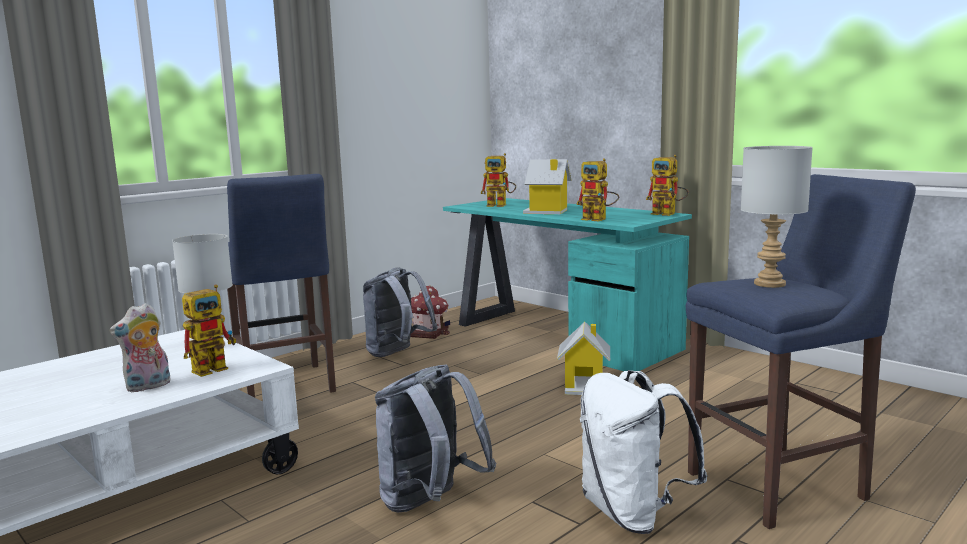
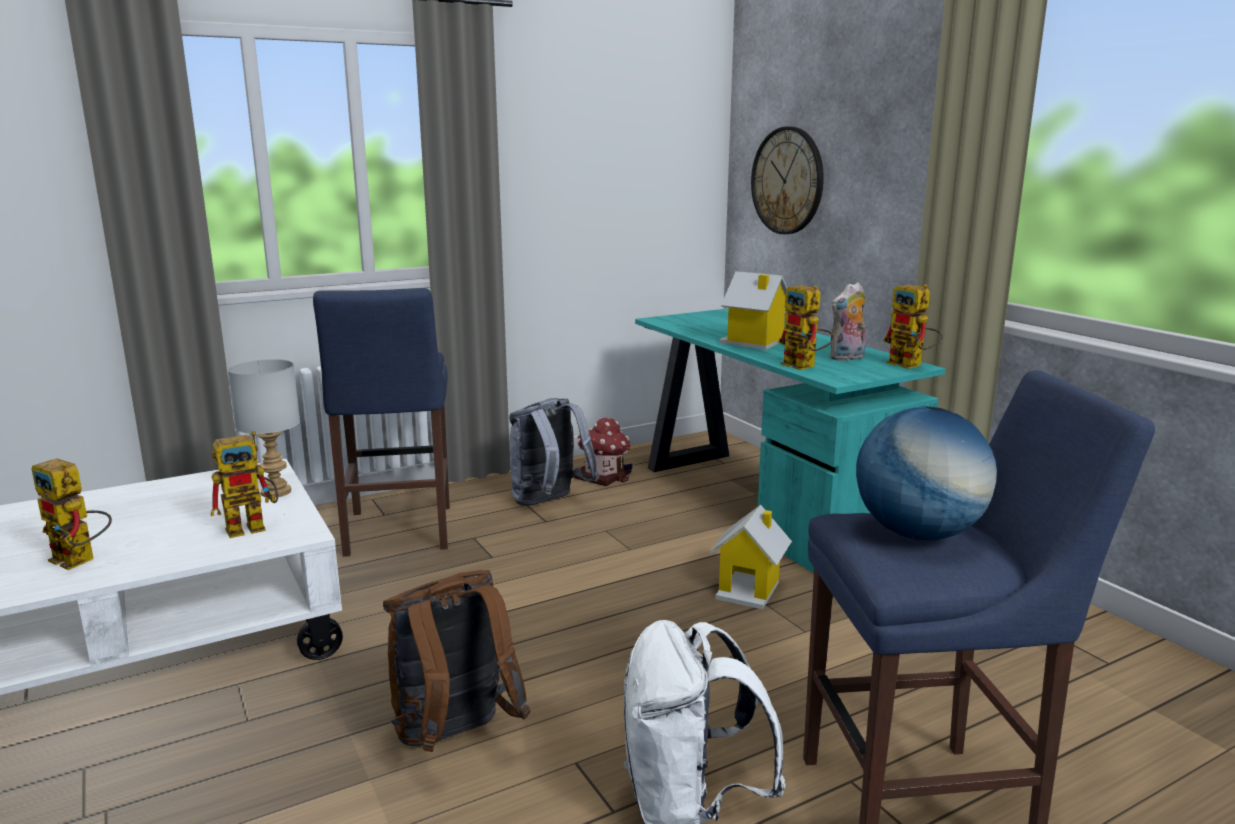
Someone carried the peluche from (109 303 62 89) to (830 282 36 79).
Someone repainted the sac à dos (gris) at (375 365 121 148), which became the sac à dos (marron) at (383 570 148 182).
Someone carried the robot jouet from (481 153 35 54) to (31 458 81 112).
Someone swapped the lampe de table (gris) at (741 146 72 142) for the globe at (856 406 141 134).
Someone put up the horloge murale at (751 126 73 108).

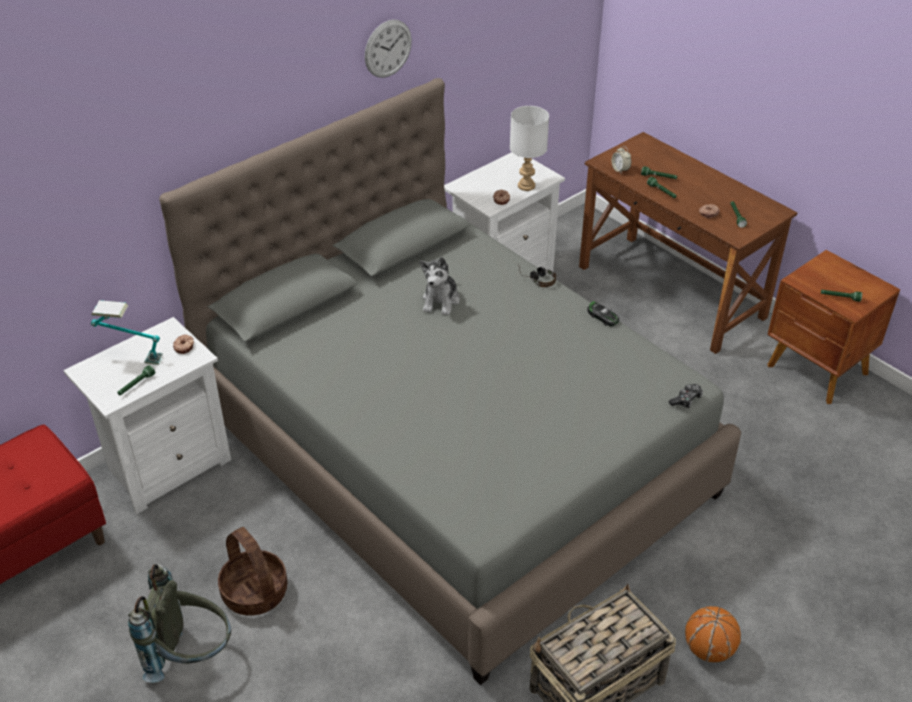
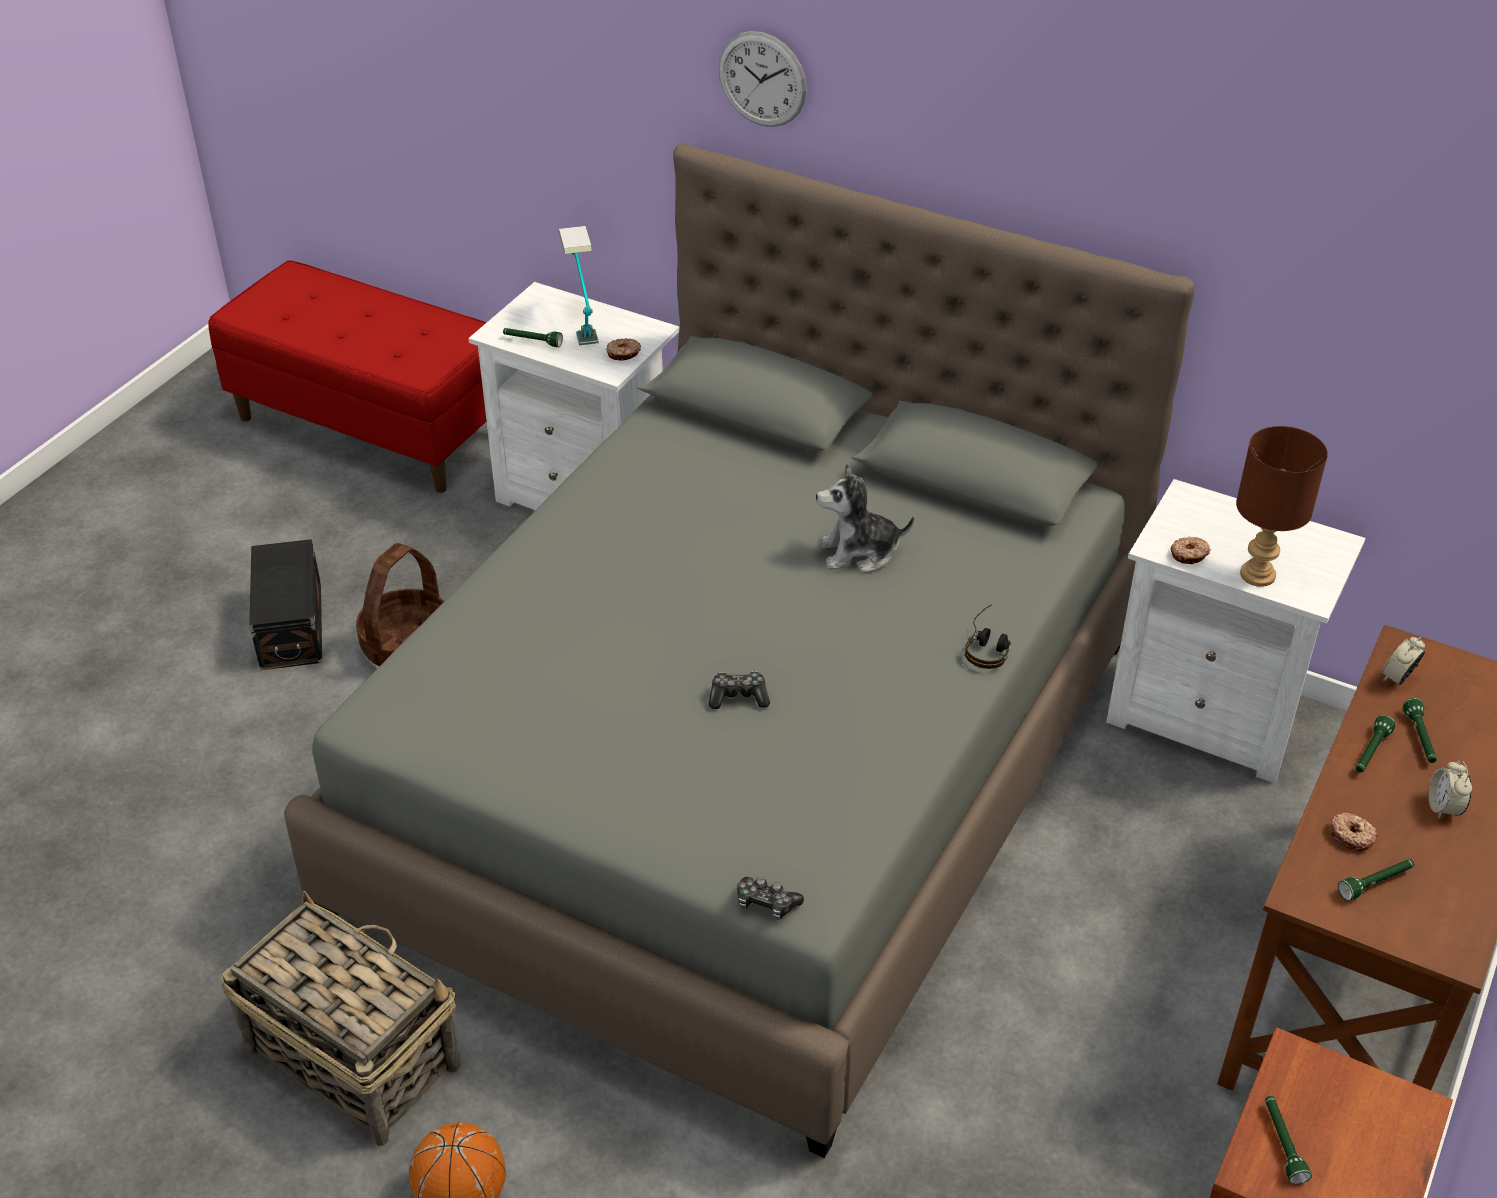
Someone swapped the sac à dos (gris) at (128 564 103 119) for the boîte de rangement (noir) at (249 539 73 131).
Someone carried the horloge murale from (365 19 47 59) to (718 31 89 96).
Someone repainted the lampe de table (blanc) at (510 106 39 85), which became the lampe de table (marron) at (1236 426 92 161).
Someone took away the petite voiture at (587 301 32 25).
Someone put down the manette at (709 671 61 38).
Someone put down the réveil at (1428 760 44 59).

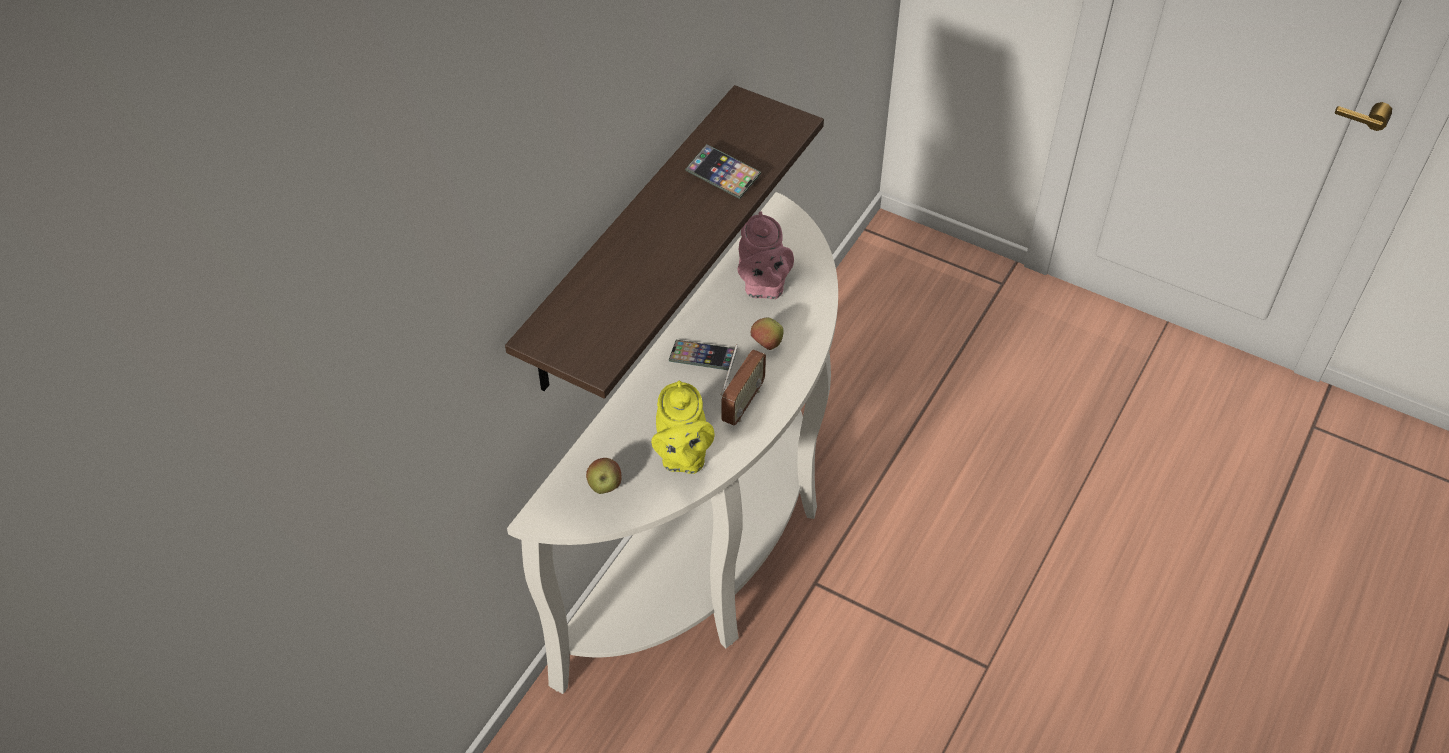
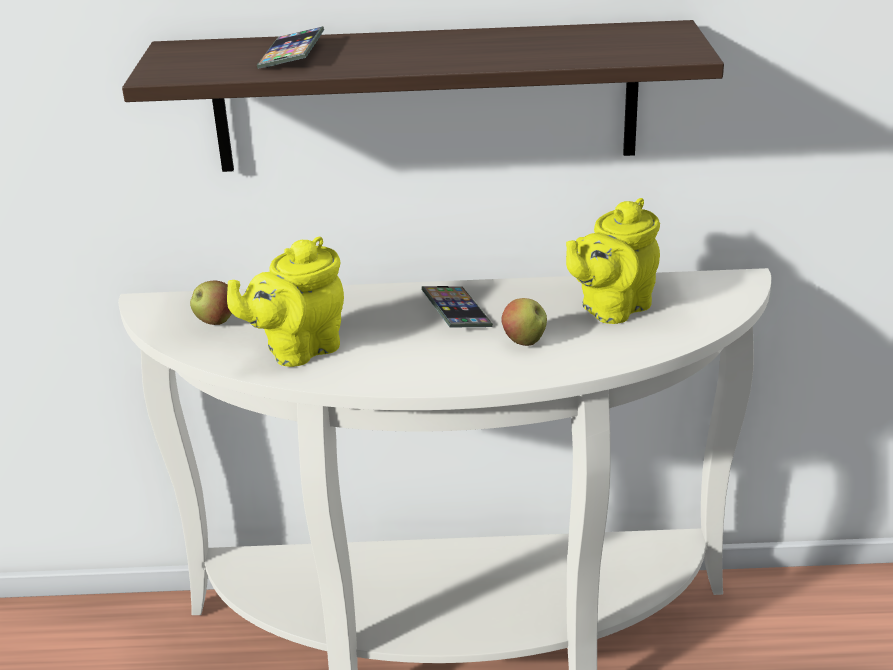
Someone carried the téléphone from (685 144 76 55) to (257 26 67 43).
Someone took away the radio at (720 344 46 82).
Someone repainted the théière (rose) at (738 212 56 87), which became the théière (jaune) at (566 198 94 126).

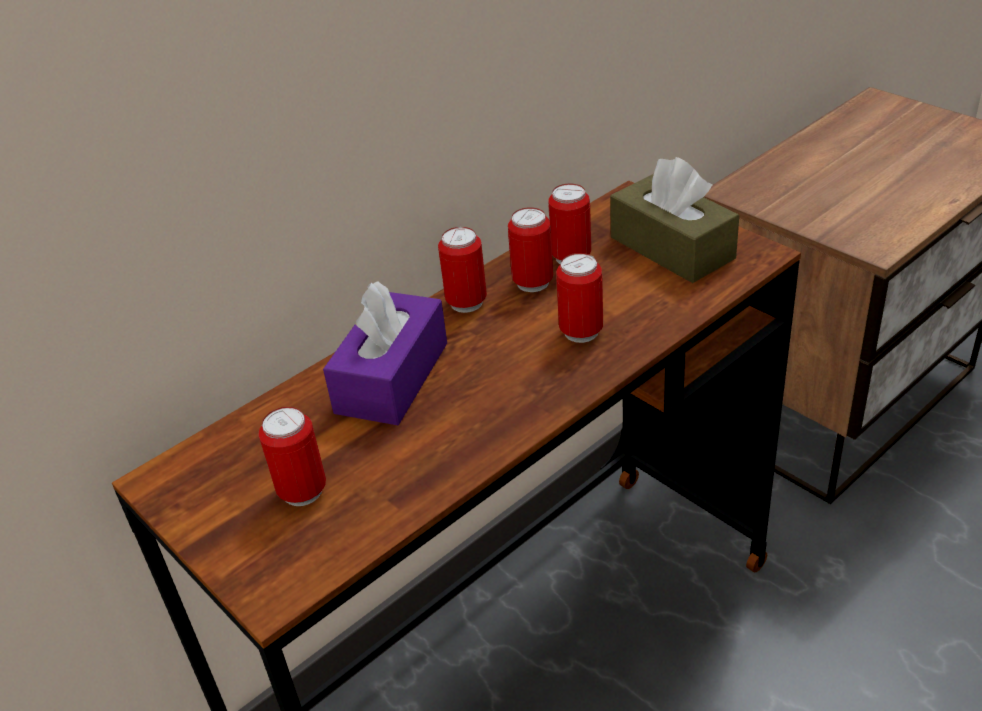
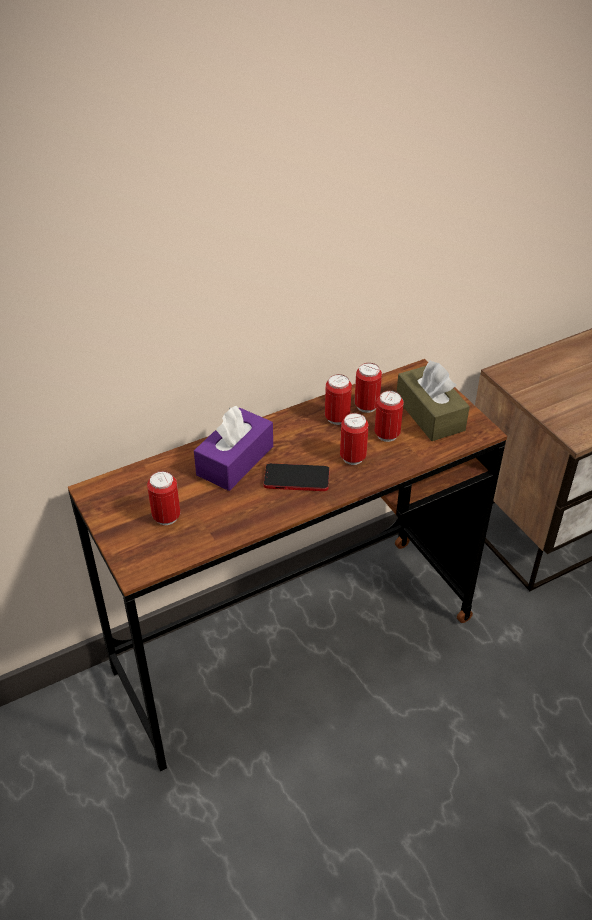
Someone carried the boîte métallique from (438 227 49 86) to (375 391 29 51).
Someone put down the téléphone at (264 463 66 28).

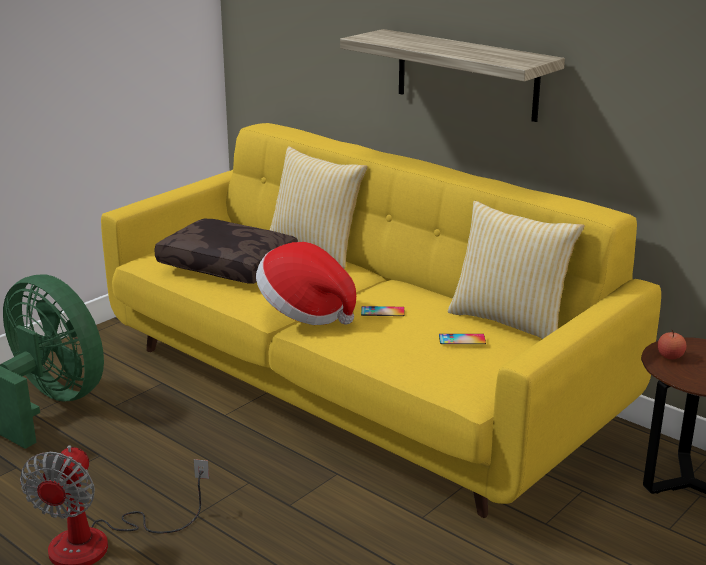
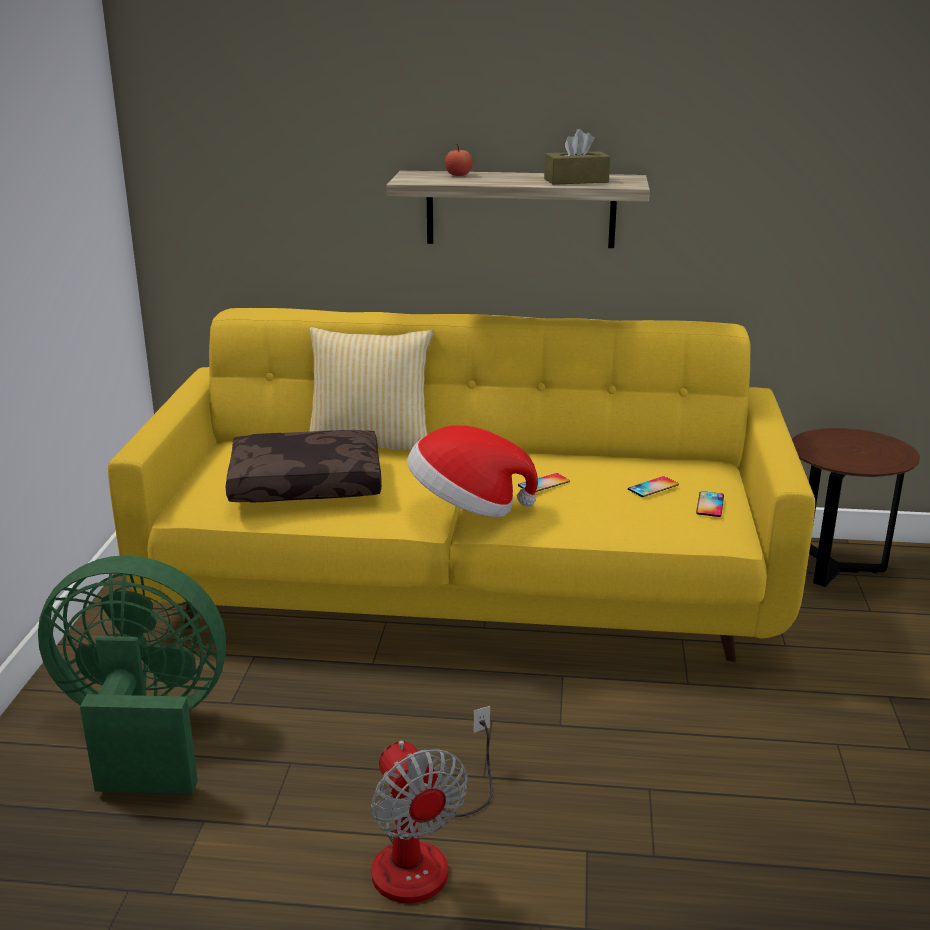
Someone took away the coussin at (448 201 137 138).
Someone carried the pomme from (657 330 29 29) to (445 144 28 32).
Someone put down the boîte à mouchoirs (marron) at (544 129 66 56).
Someone put down the téléphone at (696 491 28 26).

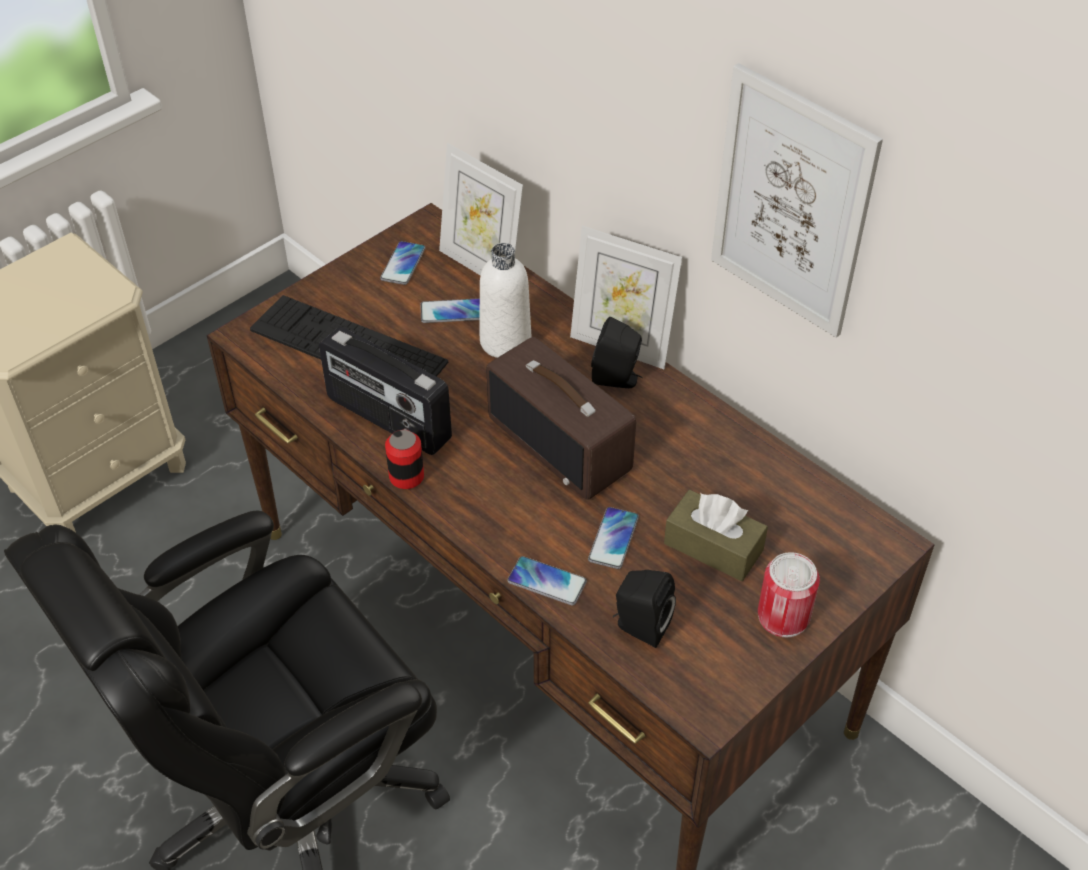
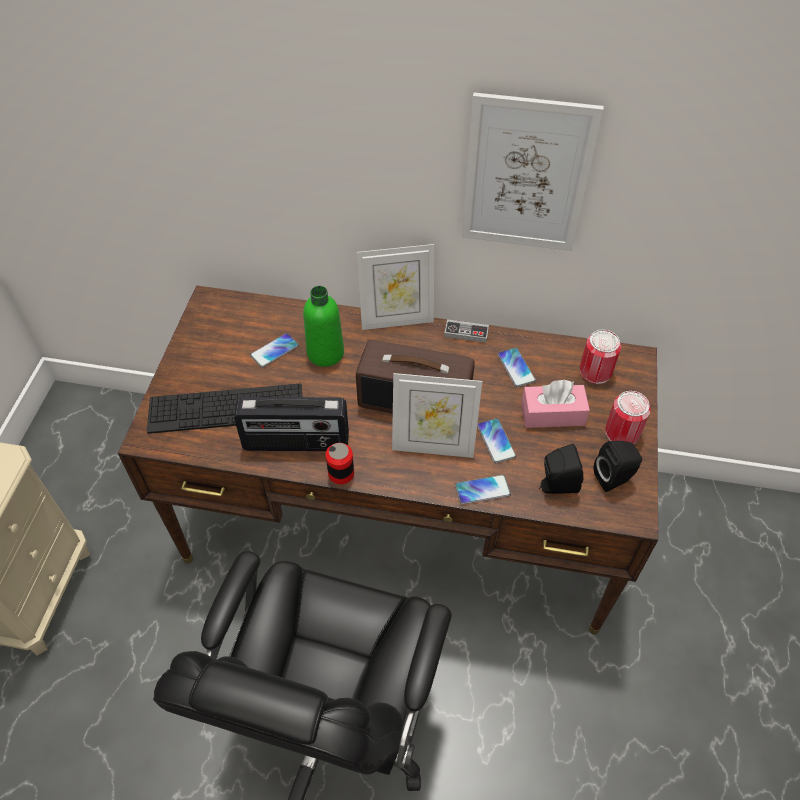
Someone carried the téléphone from (380 241 46 44) to (497 348 39 39).
Someone carried the cadre photo from (439 143 84 133) to (392 373 90 85).
Someone repainted the bouteille (blanc) at (480 243 51 115), which became the bouteille (vert) at (303 286 41 81).
Someone carried the enceinte (noir) from (591 317 52 71) to (594 441 48 51).
Someone repainted the boîte à mouchoirs (marron) at (664 490 104 91), which became the boîte à mouchoirs (rose) at (521 380 69 48).
Someone put down the manette at (444 319 45 24).
Someone put down the boîte métallique at (580 330 41 54).

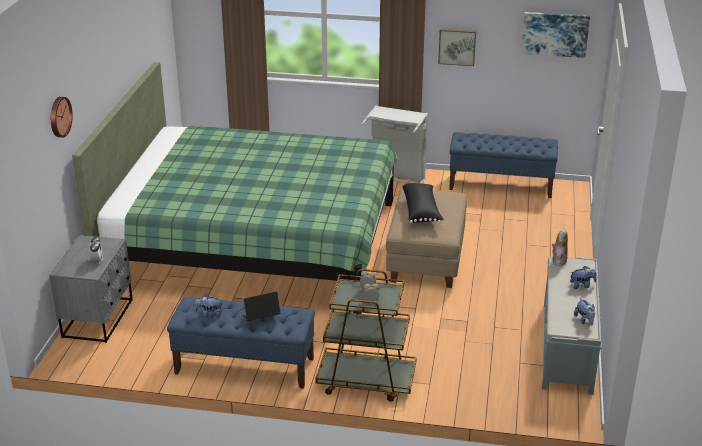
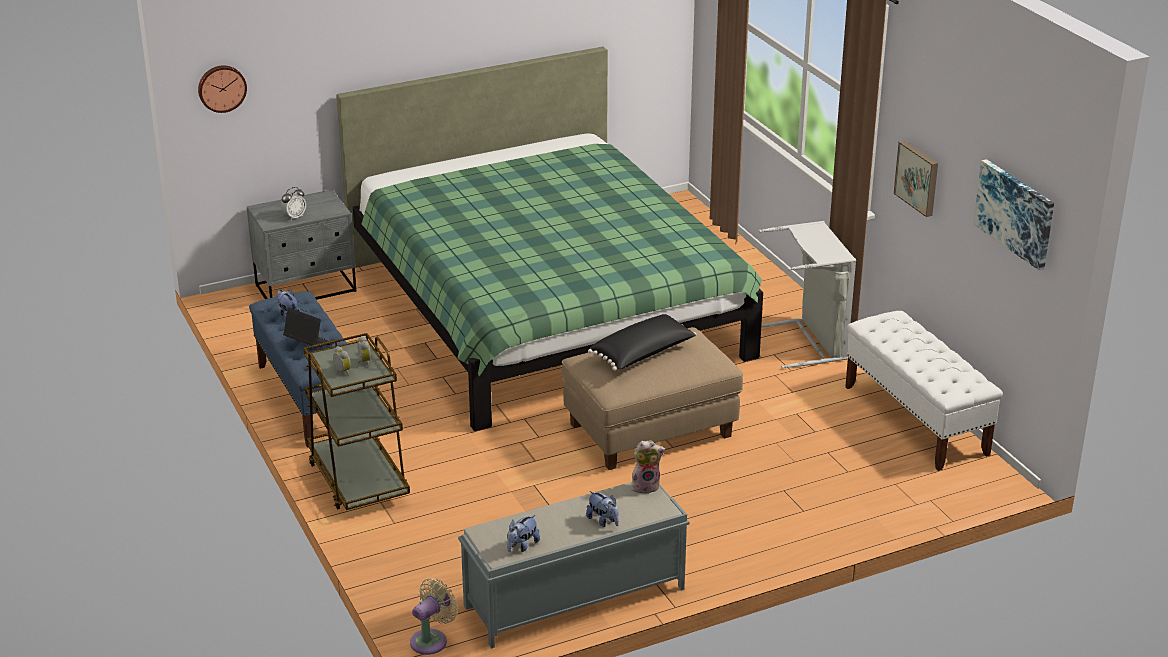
Someone carried the horloge murale from (51 97 22 40) to (198 65 49 48).
Someone repainted the banc (bleu) at (449 132 109 66), which became the banc (blanc) at (845 311 158 160).
Someone put down the ventilateur (beige) at (410 578 48 77).

